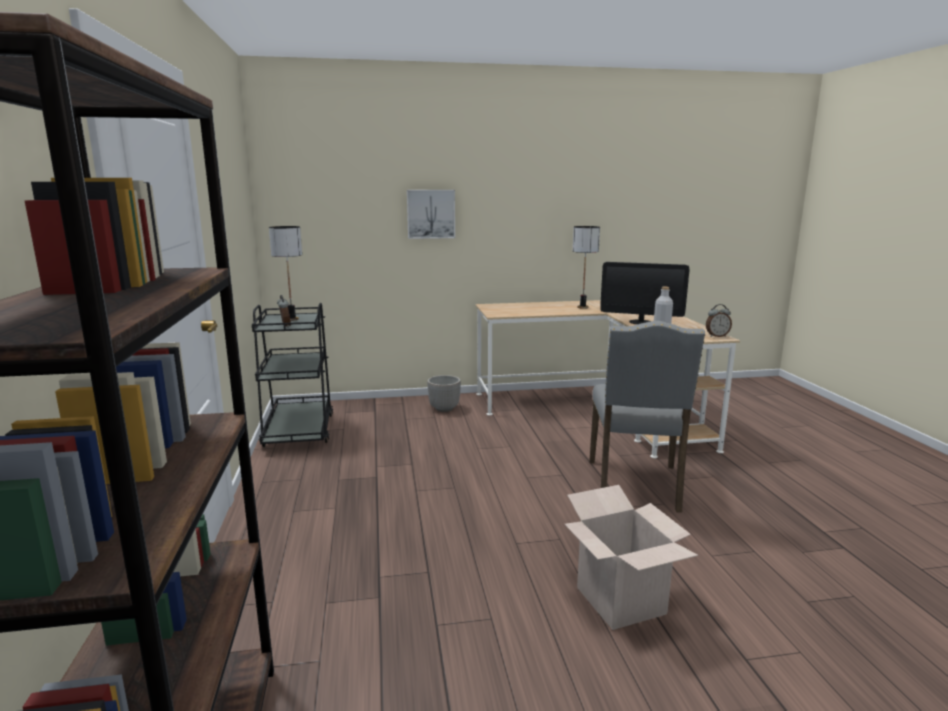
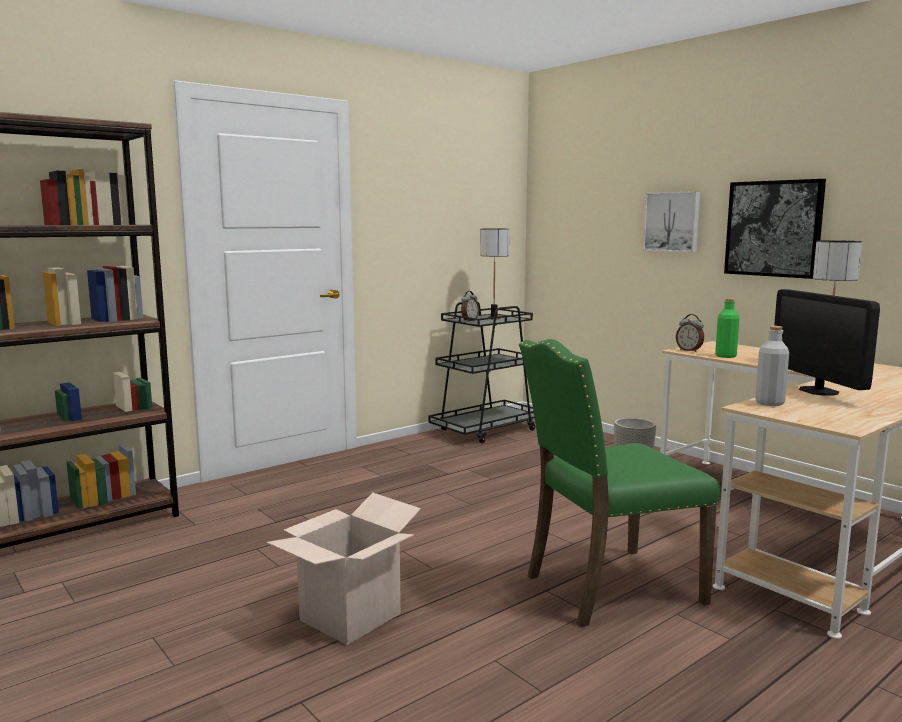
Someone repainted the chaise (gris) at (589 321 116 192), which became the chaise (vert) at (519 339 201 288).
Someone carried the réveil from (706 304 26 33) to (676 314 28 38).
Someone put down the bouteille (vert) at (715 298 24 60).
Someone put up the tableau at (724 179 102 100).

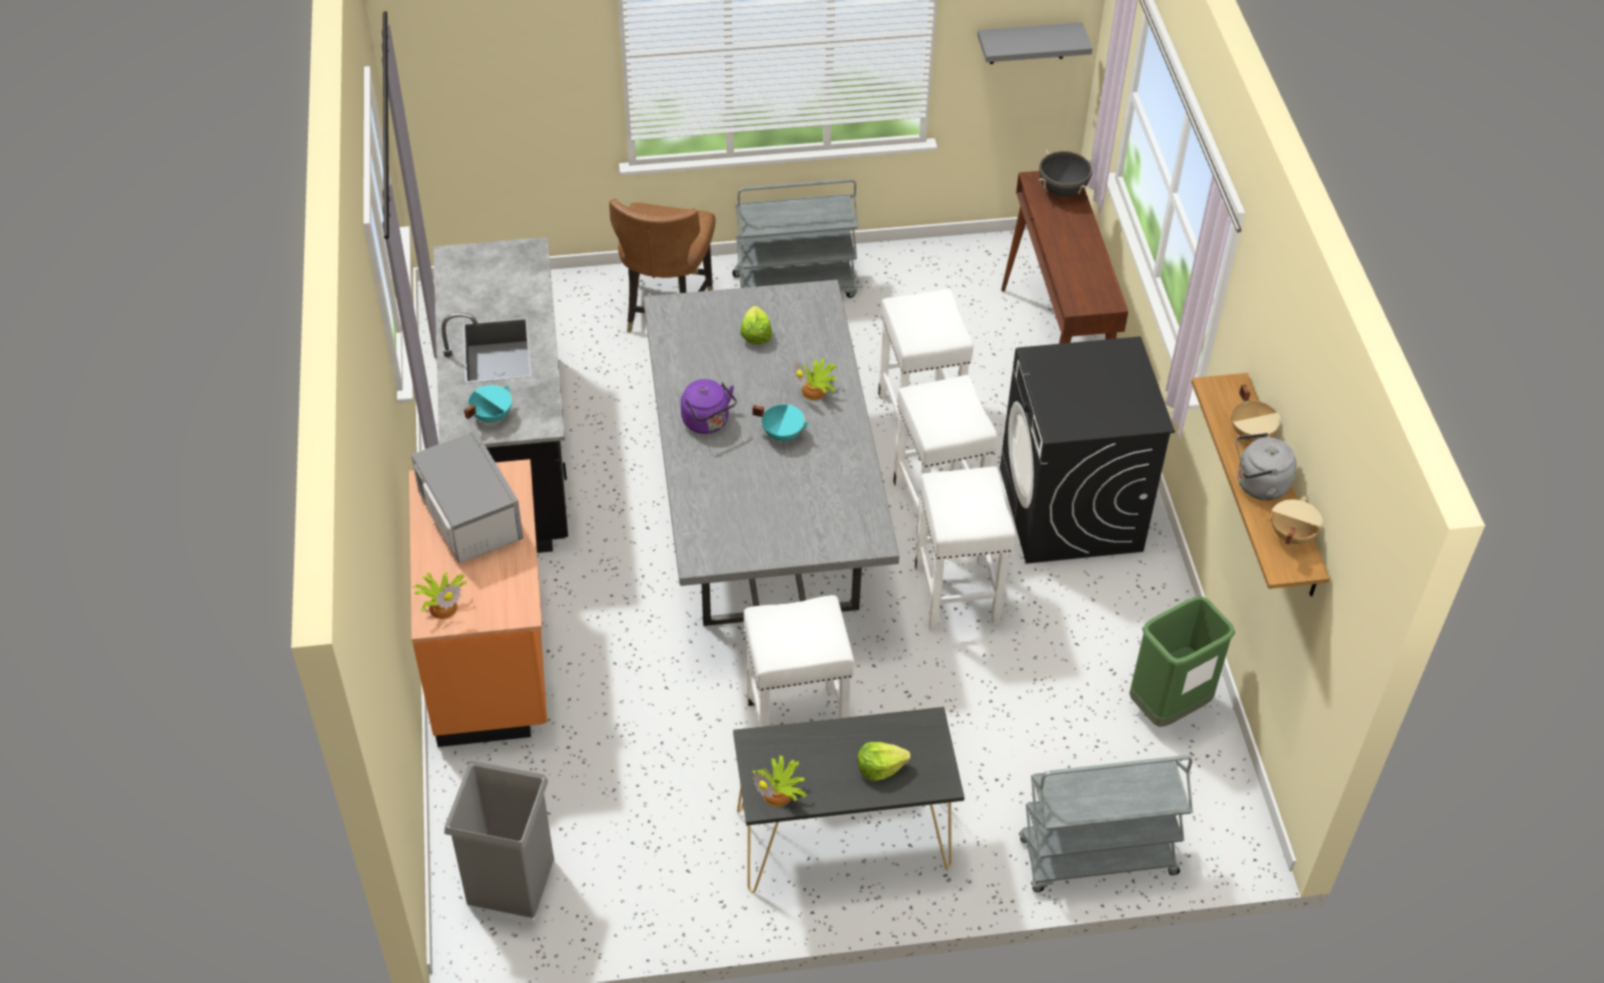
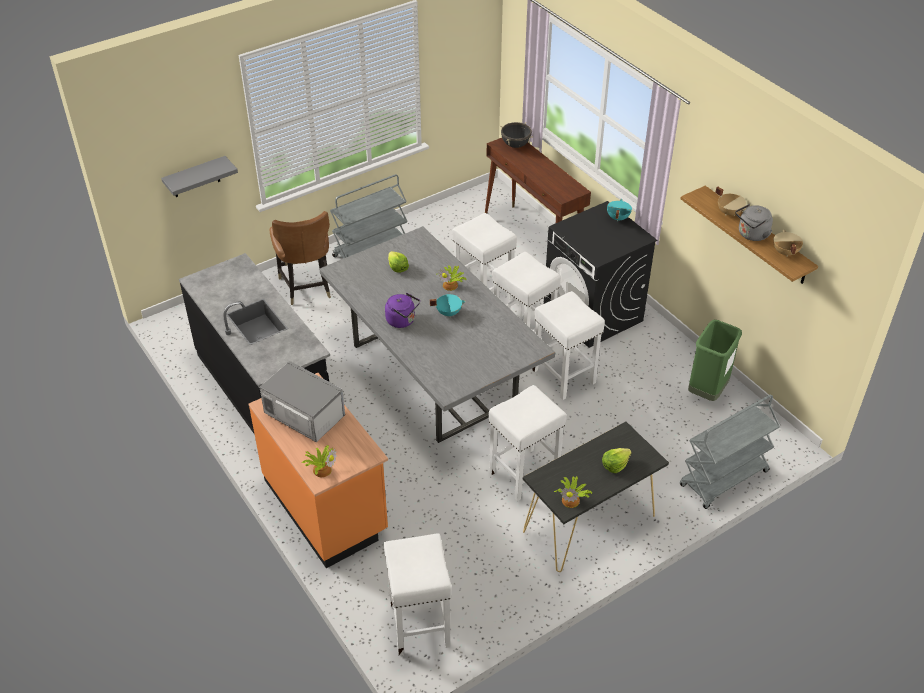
Someone swapped the poubelle (gris) at (444 761 110 157) for the tabouret (blanc) at (384 533 68 123).
Someone carried the marmite (turquoise) from (464 385 48 38) to (607 199 25 23).
Someone carried the étagère (gris) from (977 22 116 42) to (161 156 77 41).

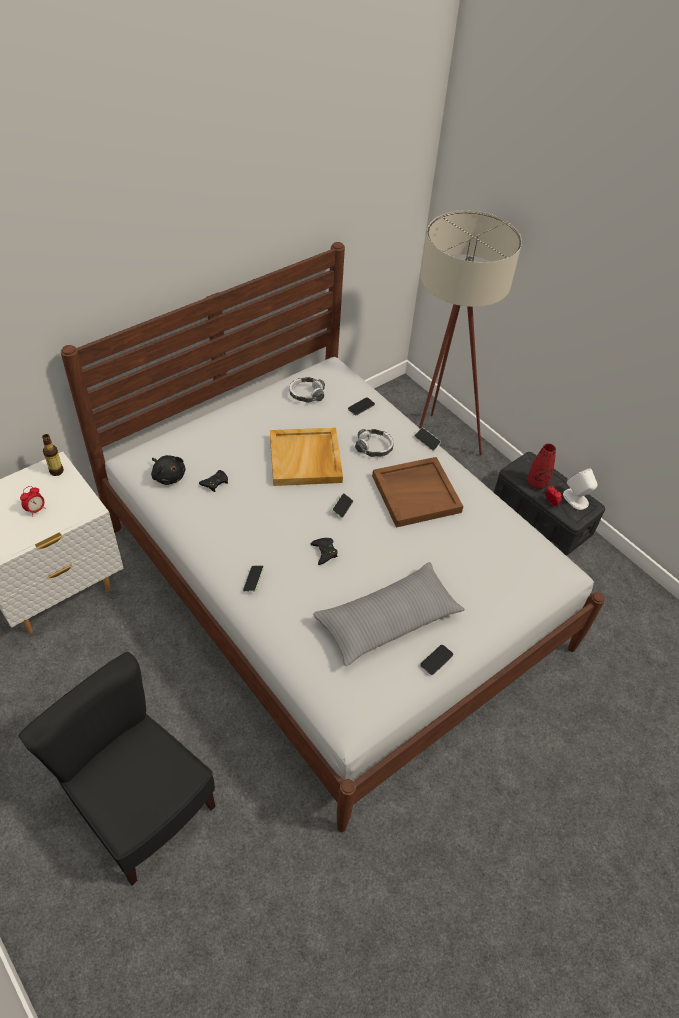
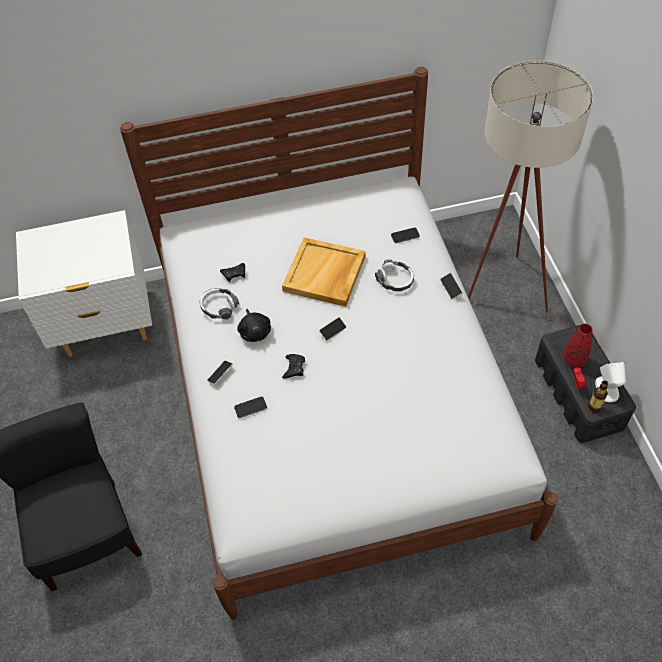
Someone took away the réveil at (20 486 26 31).
Someone carried the bouteille from (42 434 22 42) to (588 380 20 33).
Someone carried the peluche (noir) from (151 455 34 30) to (237 309 34 33).
Someone carried the casque audio from (289 377 36 26) to (199 288 40 31).
Someone took away the coussin (gris) at (313 562 152 104).
Someone took away the plateau (marron) at (372 457 91 71).
Someone carried the téléphone from (420 645 33 30) to (234 396 33 22).

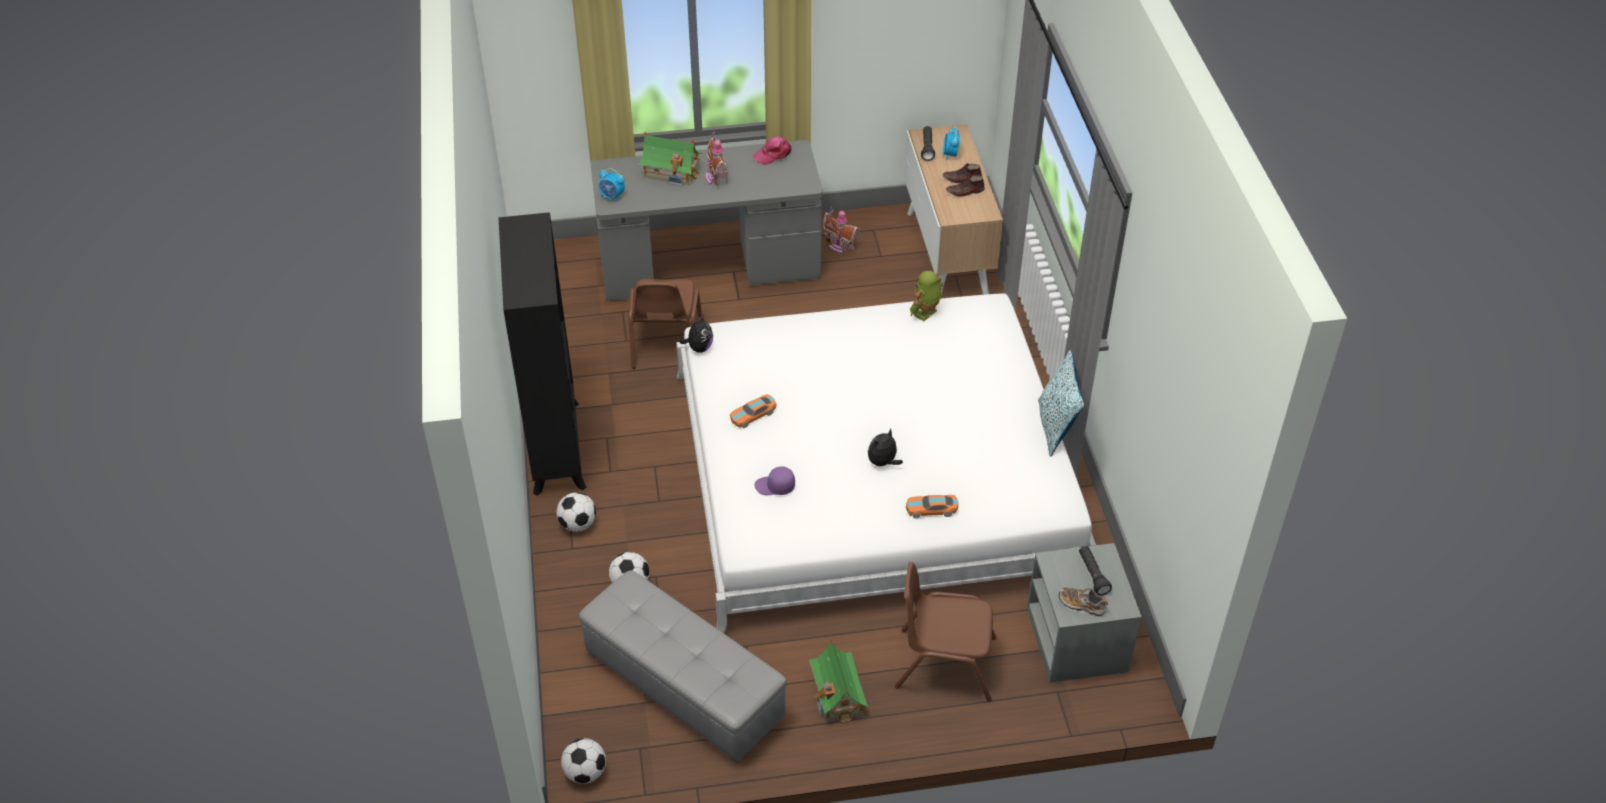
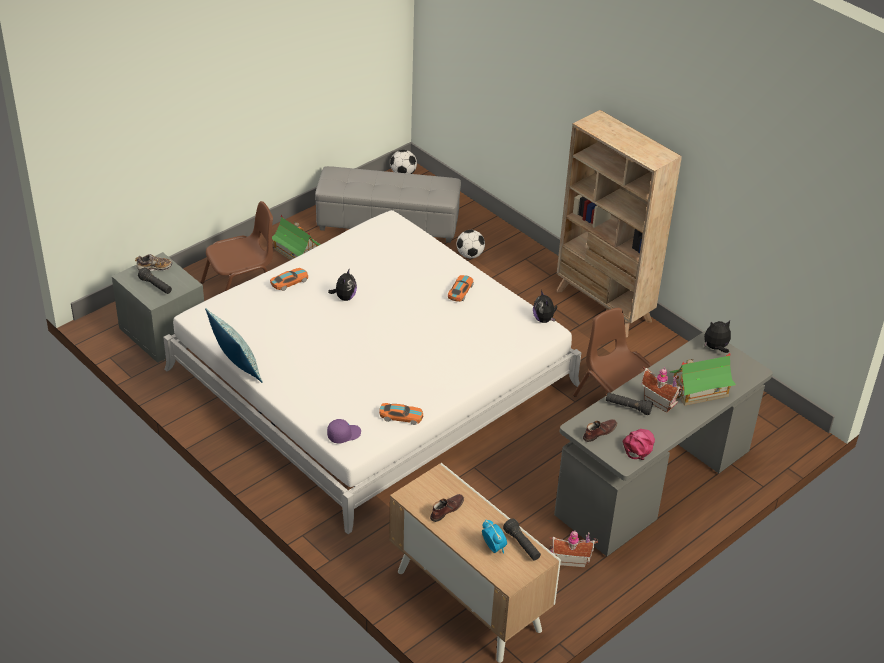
Someone repainted the bibliothèque (noir) at (498 212 88 284), which became the bibliothèque (beige) at (557 110 125 228).
Someone took away the ballon de foot at (556 492 40 40).
Someone swapped the réveil at (599 168 26 34) for the peluche at (704 321 27 32).
Someone carried the casquette (violet) from (754 467 41 28) to (327 419 34 24).
Someone swapped the robot jouet at (910 271 33 50) for the petite voiture at (379 403 44 22).
Someone carried the chaussure (marron) from (943 164 39 19) to (583 419 34 23).
Someone put down the lampe de poche (noir) at (606 392 47 23).

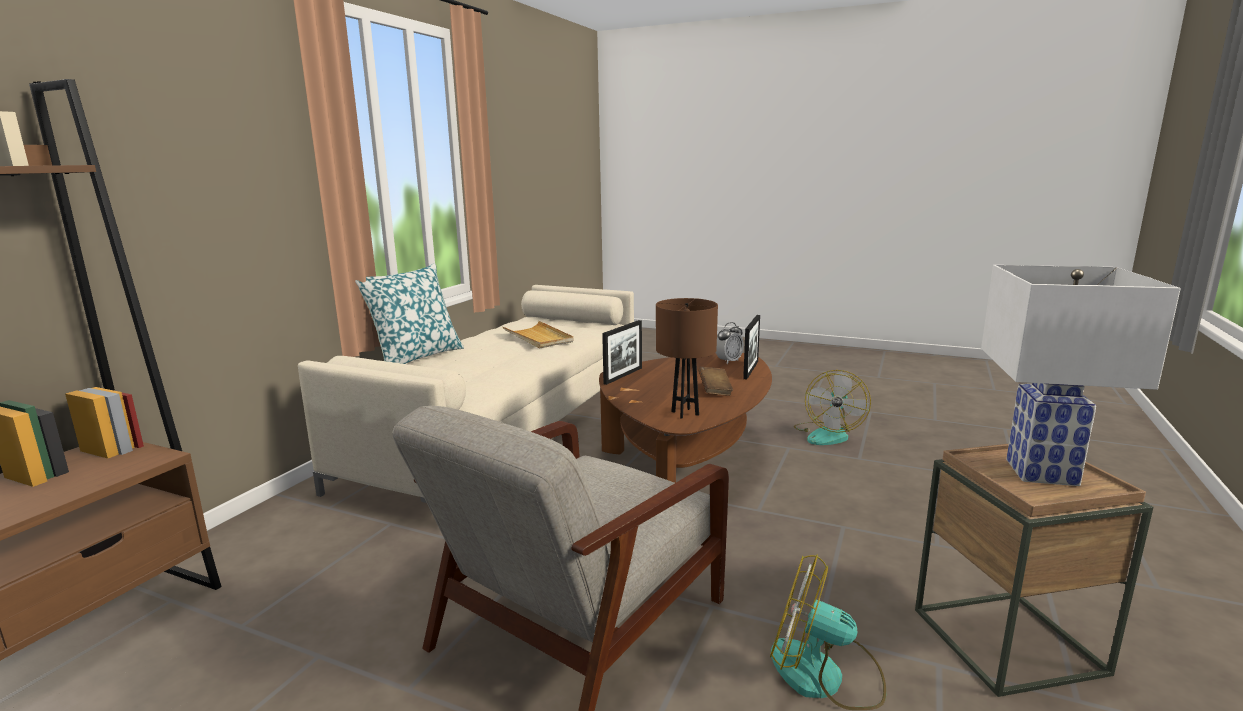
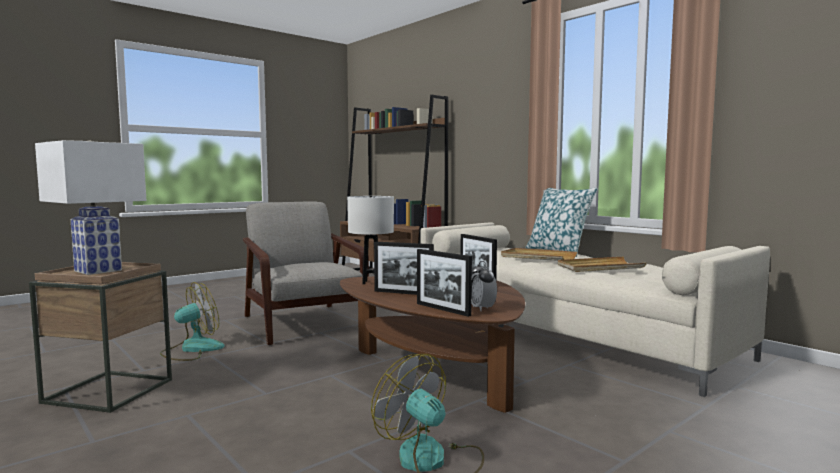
Someone repainted the lampe de table (marron) at (656 298 62 121), which became the lampe de table (blanc) at (347 196 47 88).
Someone swapped the livre (marron) at (698 367 35 29) for the cadre photo at (374 242 60 53).
Someone put down the plateau (beige) at (501 248 76 13).

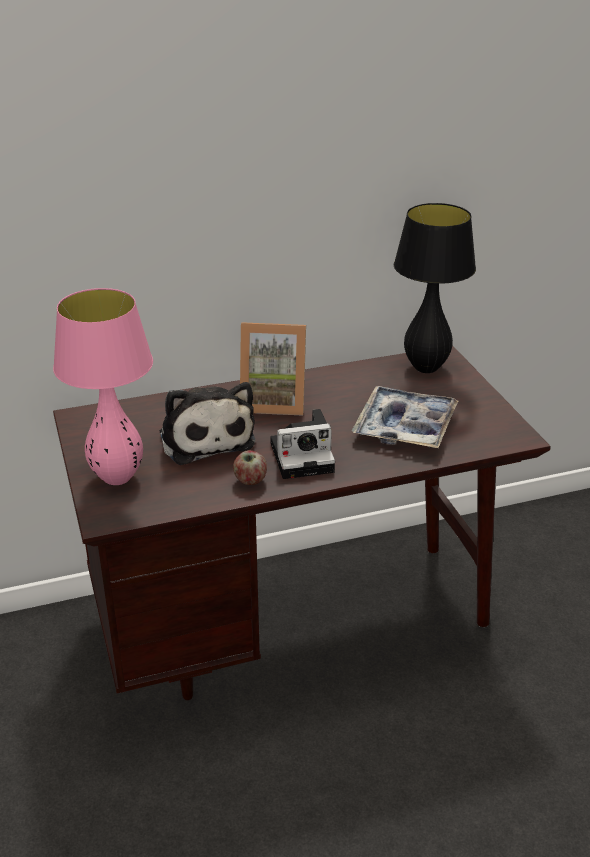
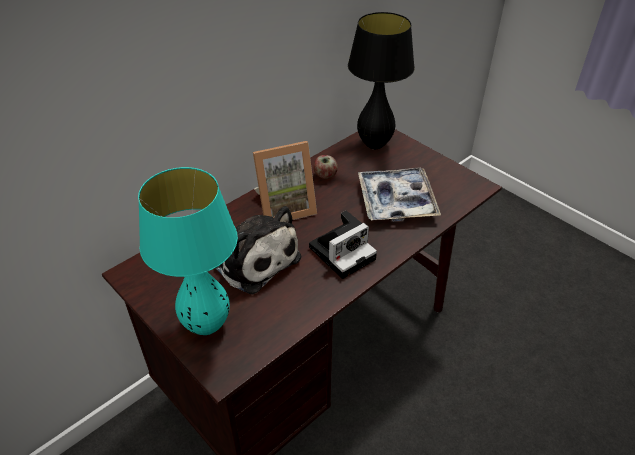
Someone repainted the lampe de table (rose) at (53 288 100 197), which became the lampe de table (turquoise) at (138 167 100 168).
Someone carried the pomme from (233 450 34 35) to (314 155 24 24).

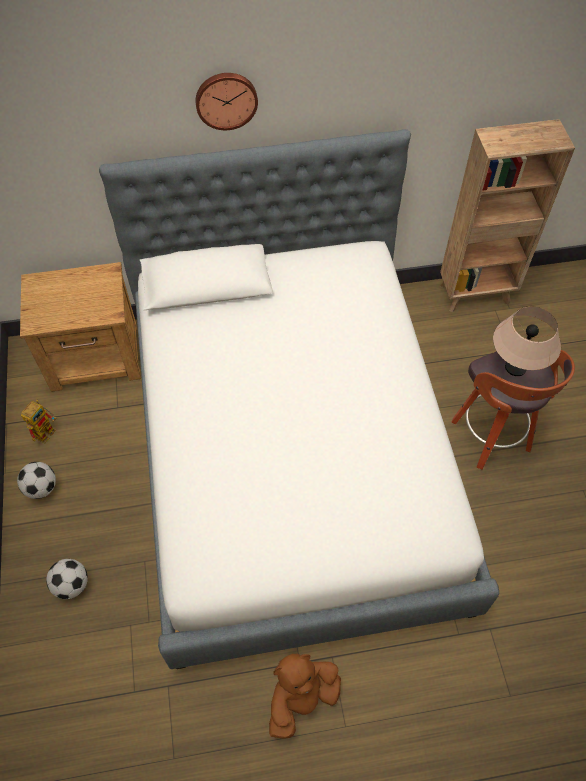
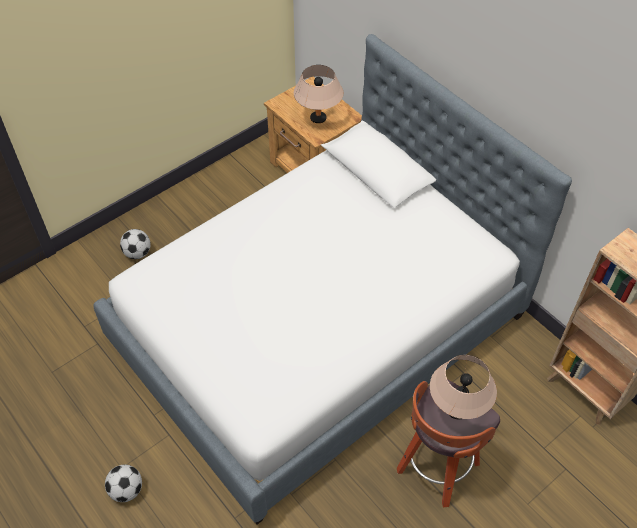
Someone carried the ballon de foot from (17 462 39 37) to (105 465 37 37).
Someone took away the robot jouet at (21 400 35 43).
Someone took away the horloge murale at (195 73 63 57).
Someone took away the peluche (marron) at (269 654 72 85).
Someone put down the lampe de table (beige) at (294 65 49 58).

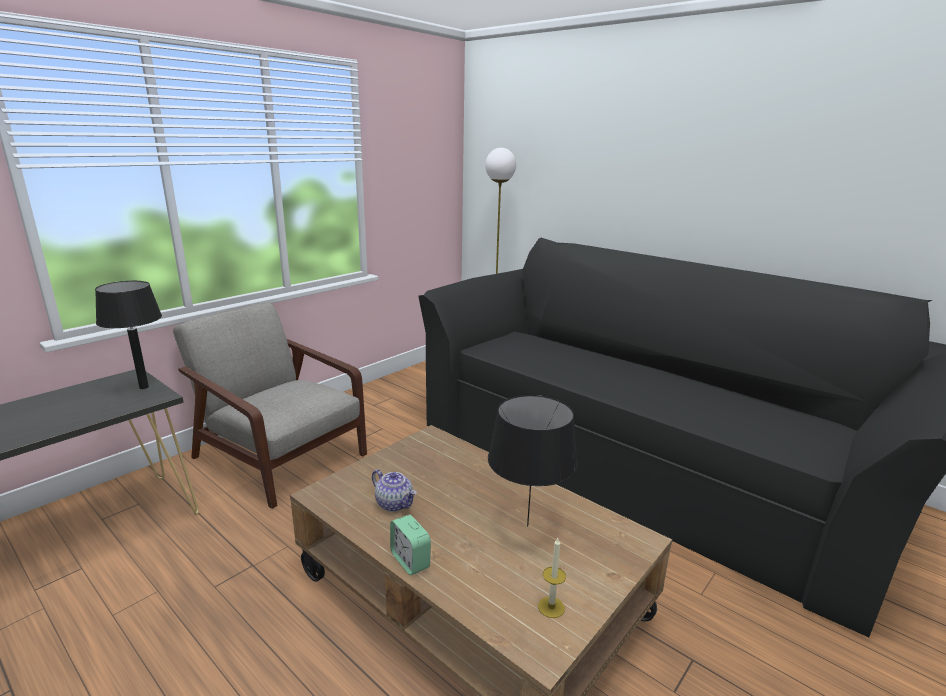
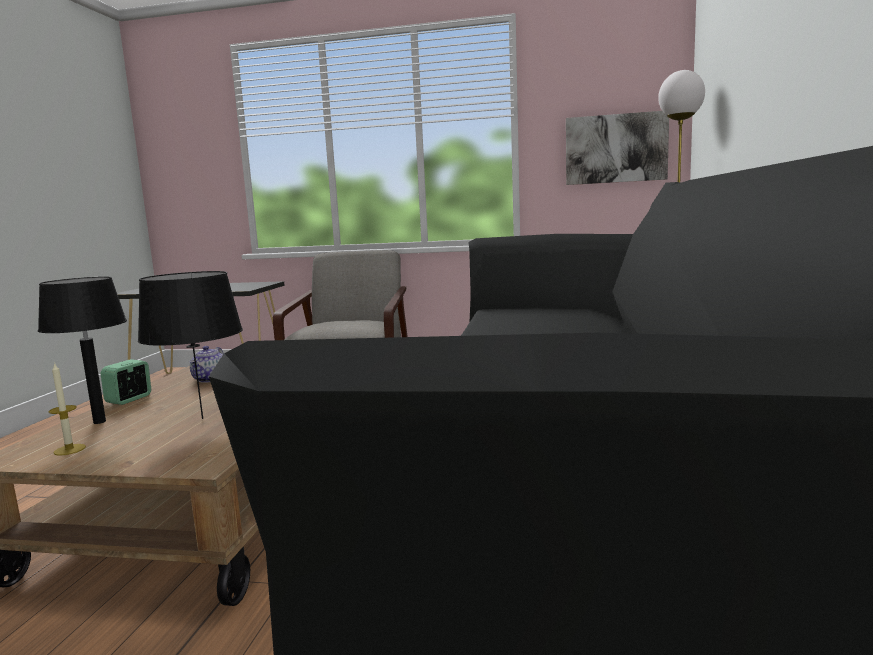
Someone carried the lampe de table (noir) from (95 281 67 108) to (38 277 89 147).
Someone put up the tableau at (566 111 103 74).

